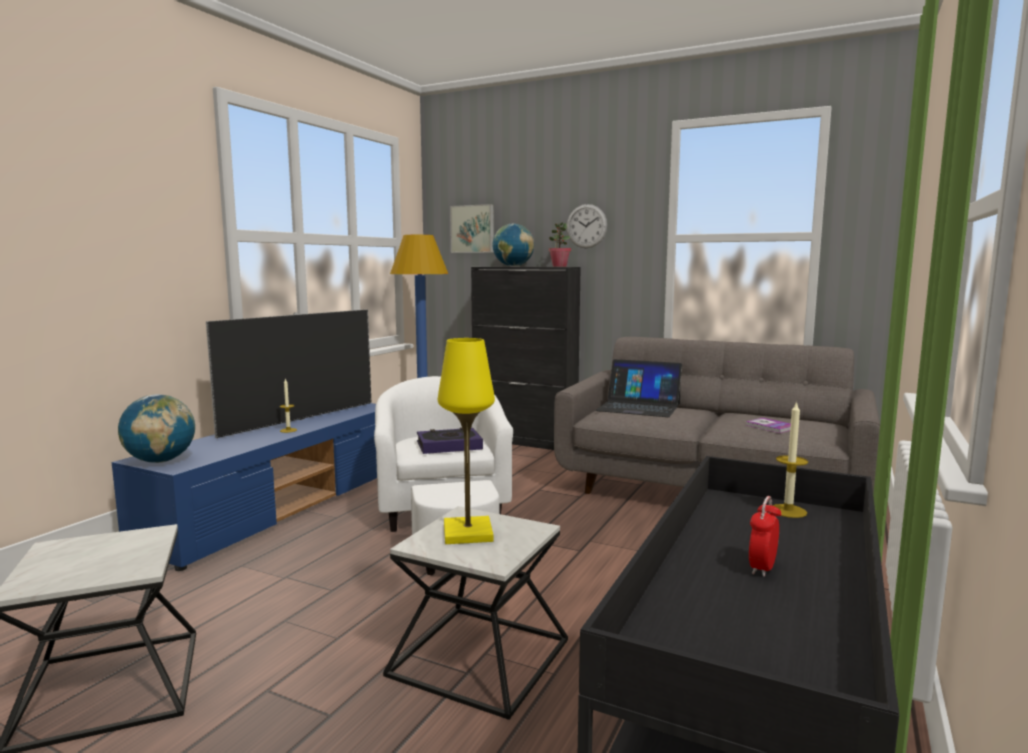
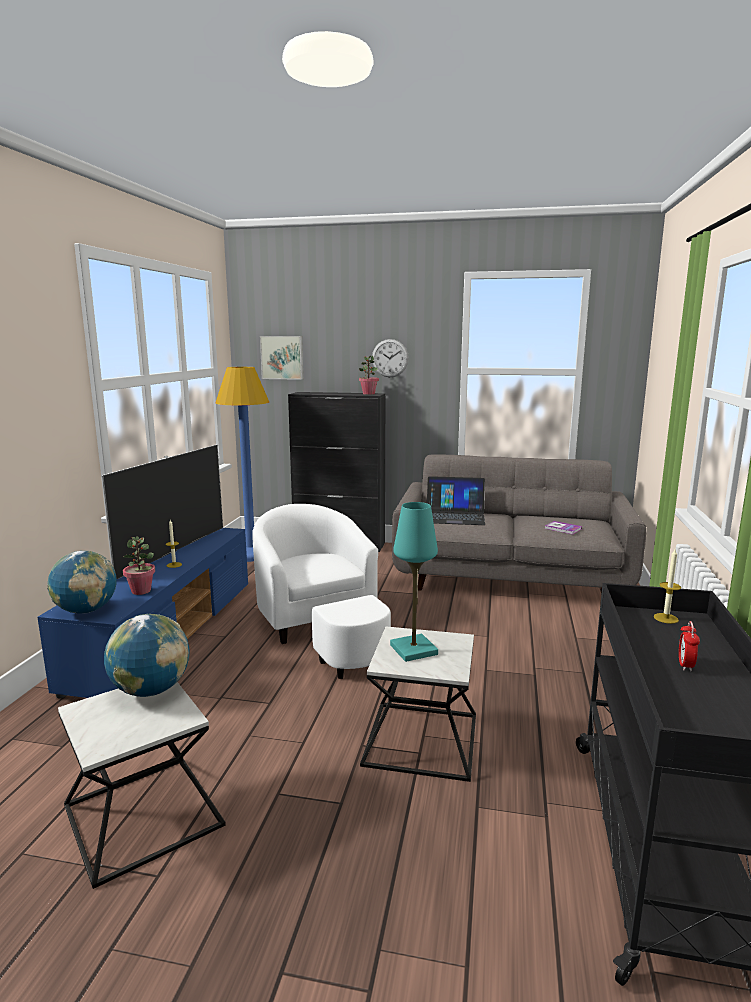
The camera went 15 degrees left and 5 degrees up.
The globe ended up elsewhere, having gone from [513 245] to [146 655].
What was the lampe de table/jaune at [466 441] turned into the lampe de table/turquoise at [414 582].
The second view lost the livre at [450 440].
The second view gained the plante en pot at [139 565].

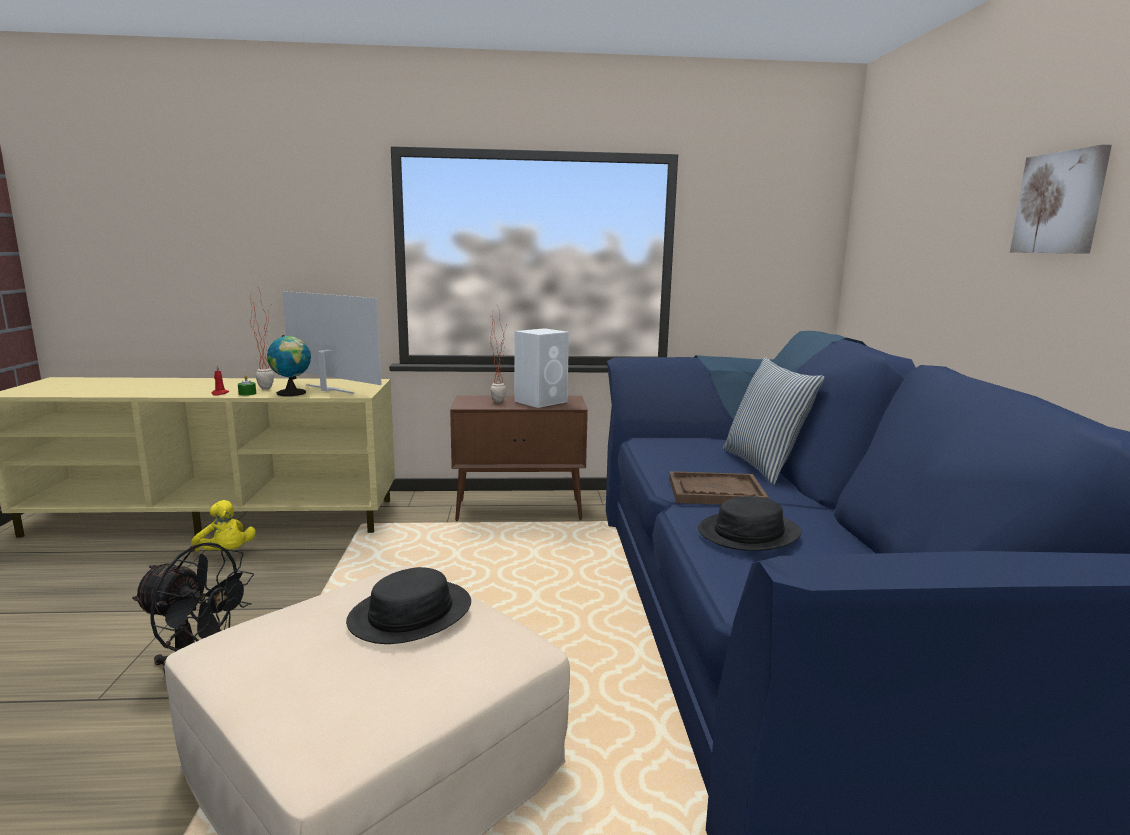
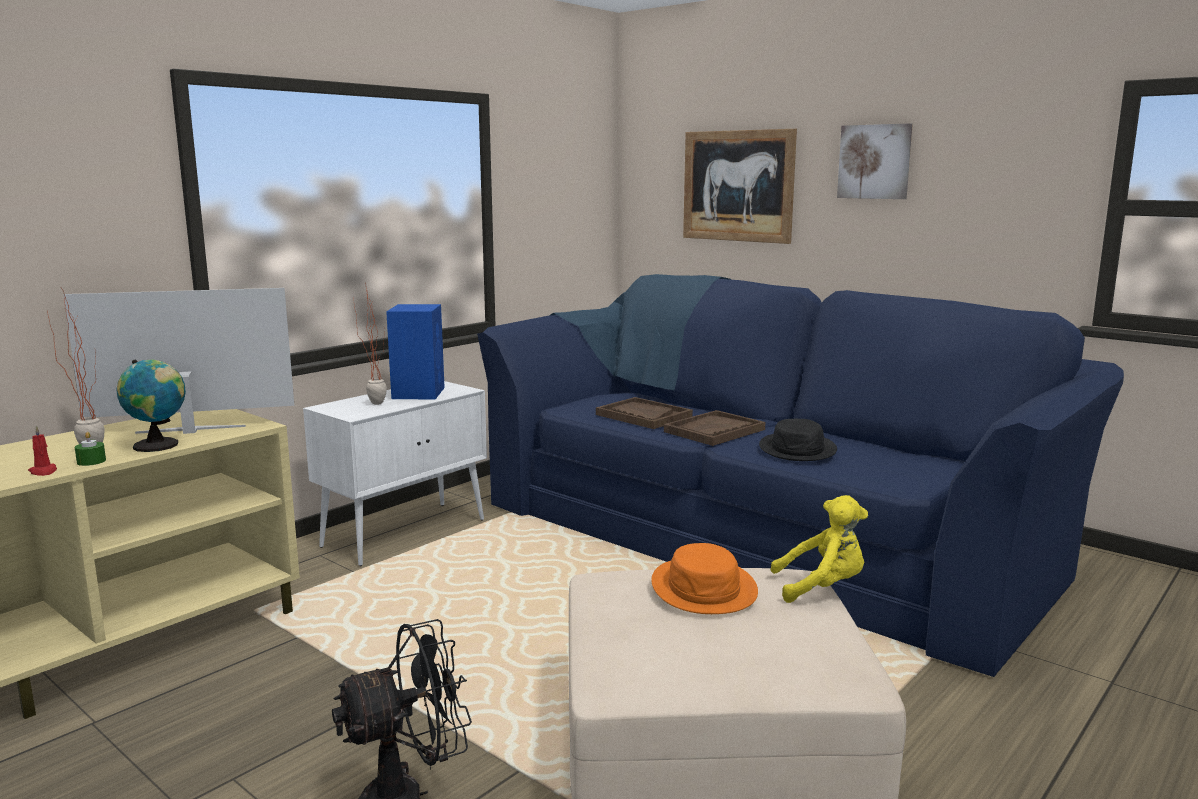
The camera went 45 degrees left and 0 degrees up.
What was the enceinte/blanc at [542 368] turned into the enceinte/bleu at [415 351].
The second view lost the coussin at [773 421].
What was the meuble de rangement/marron at [519 458] turned into the meuble de rangement/blanc at [395 473].
The peluche/jaune ended up elsewhere, having gone from [223 526] to [819 549].
What was the chapeau/noir at [408 605] turned into the chapeau/orange at [704 578].
The second view gained the tableau at [740 186].
The second view gained the plateau/marron at [644 413].

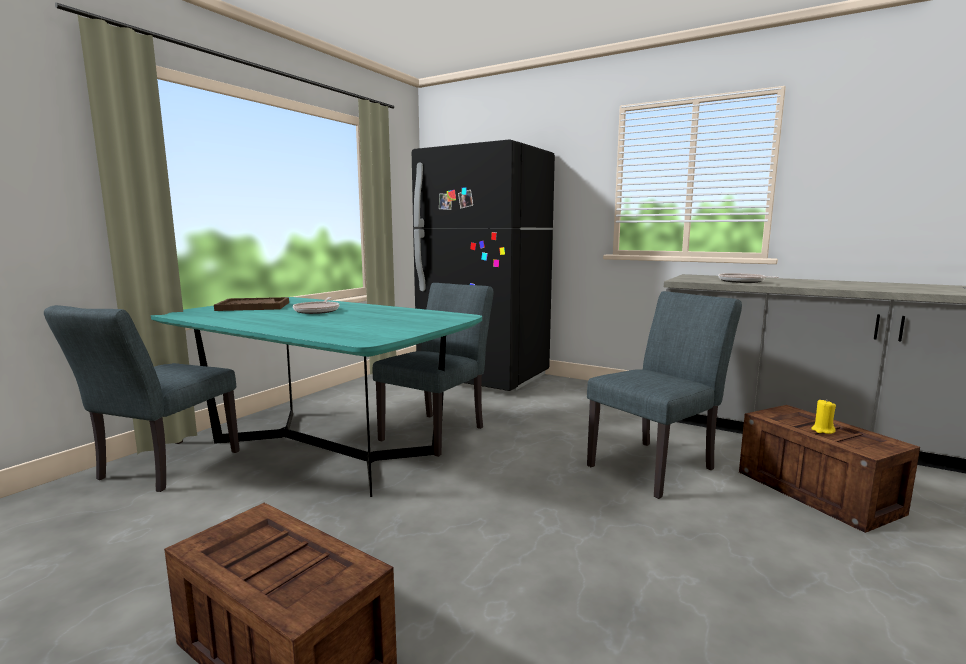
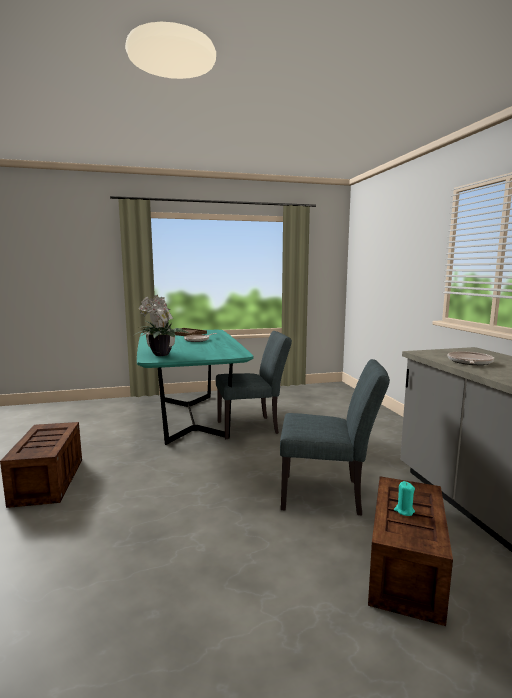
The camera went 45 degrees right and 0 degrees up.
The second view lost the réfrigérateur/noir at [483 265].
The second view lost the chaise/gris at [142 398].
What was the bougie/jaune at [823 417] turned into the bougie/turquoise at [404 498].
The second view gained the plante en pot at [161 325].

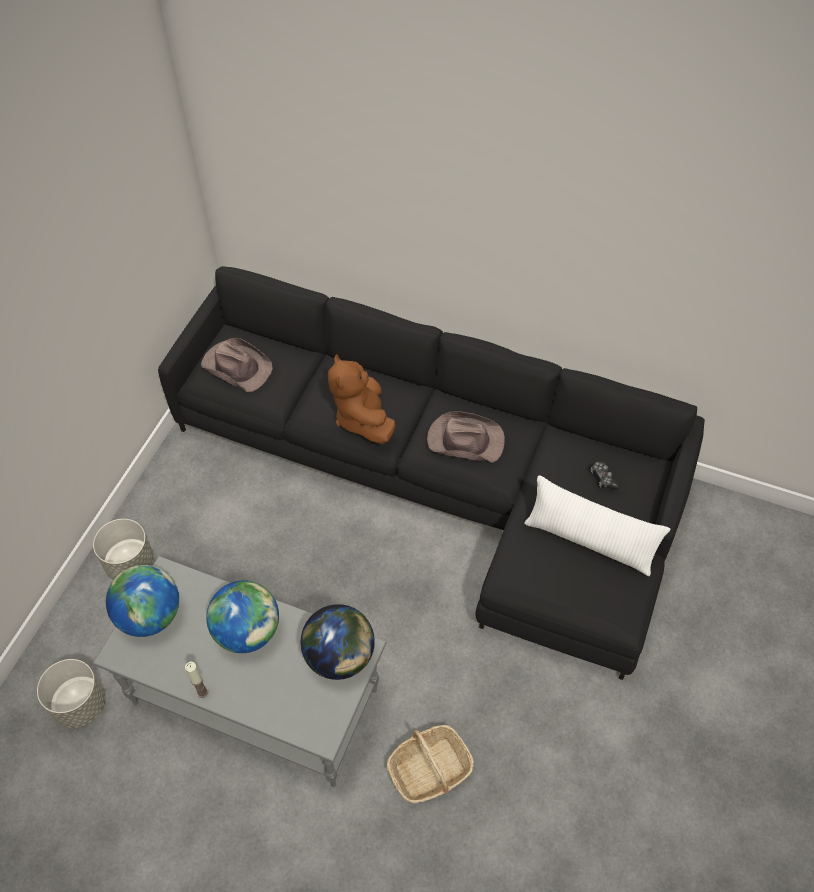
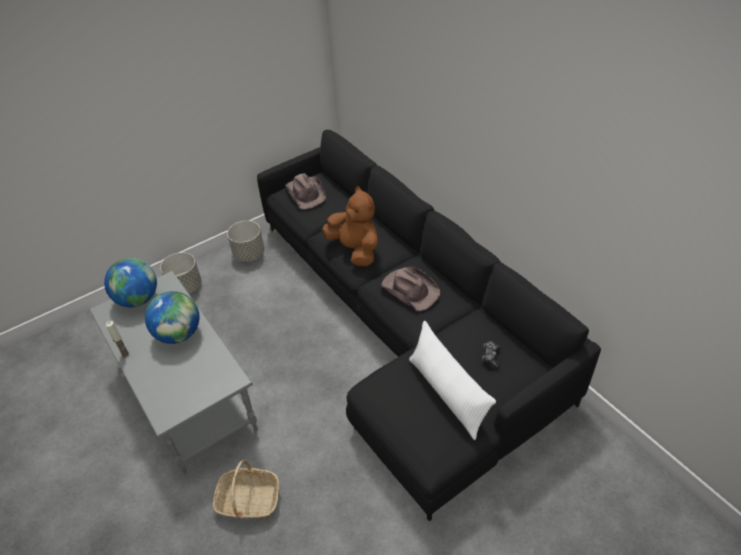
The camera went 35 degrees right and 10 degrees down.
The peluche/marron at [362 399] ended up facing another way, 120 degrees clockwise from before.
The second view lost the globe at [338 642].
The cache-pot/gris ended up elsewhere, having gone from [71 693] to [246 241].

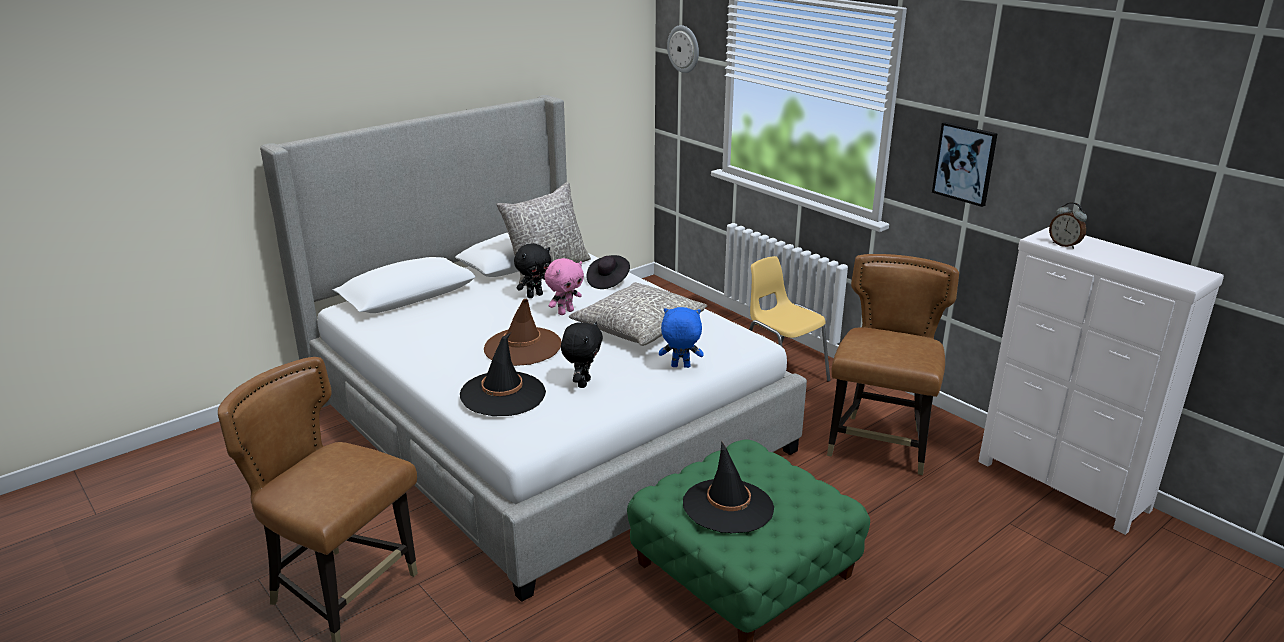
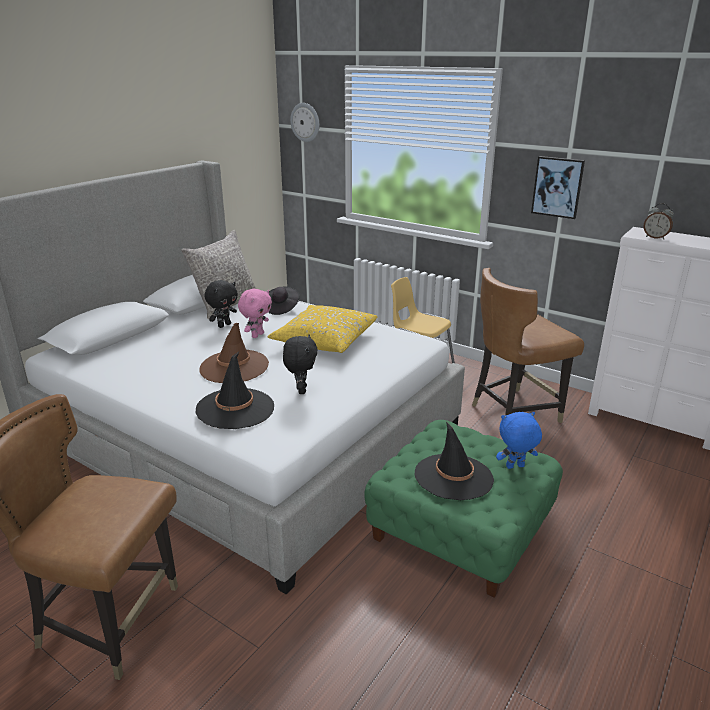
The camera went 15 degrees left and 0 degrees up.
The chaise/marron at [893 364] ended up facing another way, 120 degrees counterclockwise from before.
What was the coussin/gris at [638 314] turned into the coussin/jaune at [323 329].
The peluche/bleu ended up elsewhere, having gone from [681 337] to [519 440].

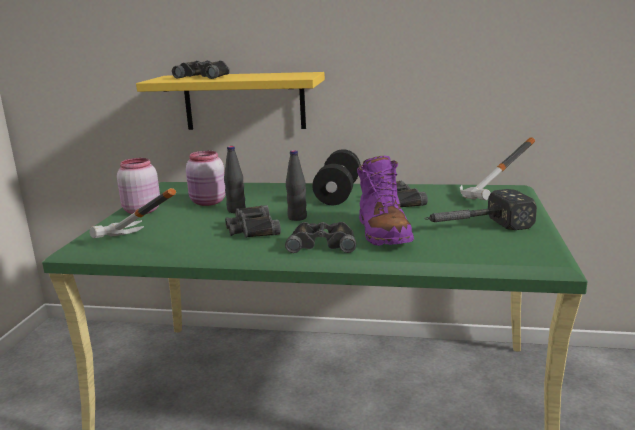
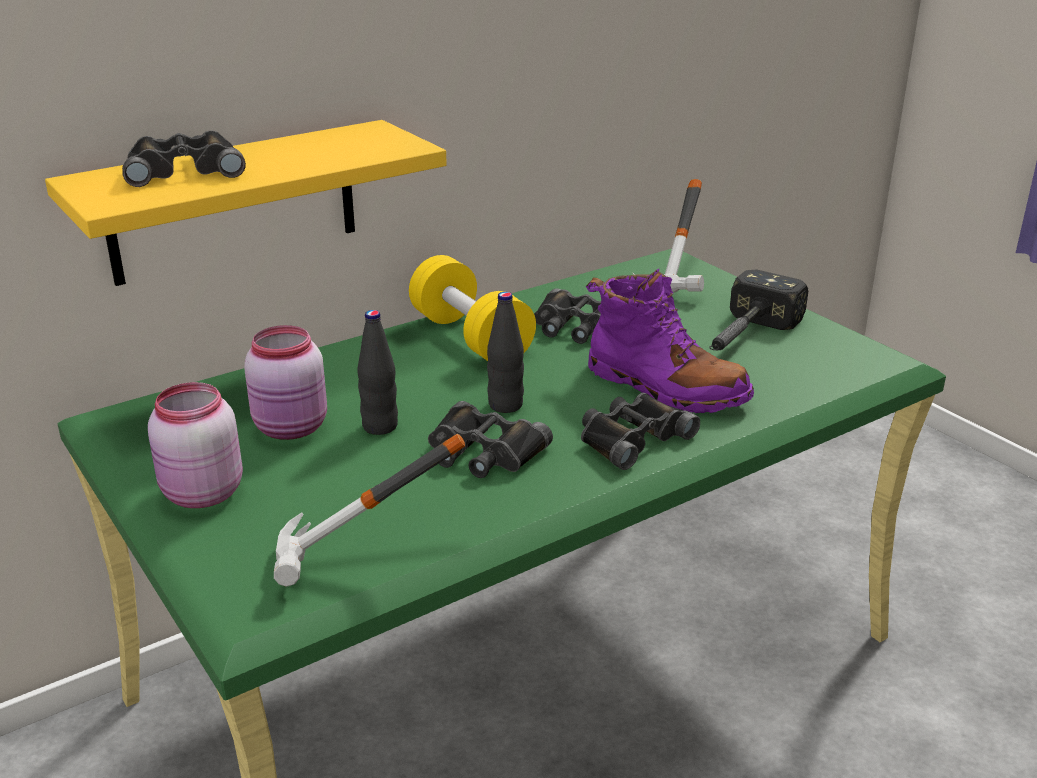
The camera went 45 degrees left and 10 degrees up.
What was the haltère/noir at [336 177] turned into the haltère/jaune at [472 308].

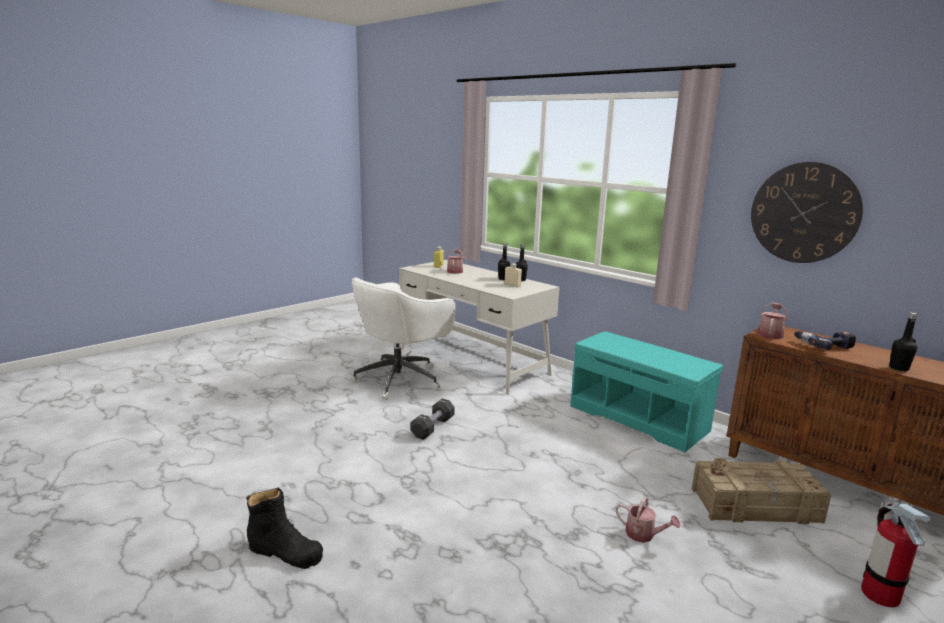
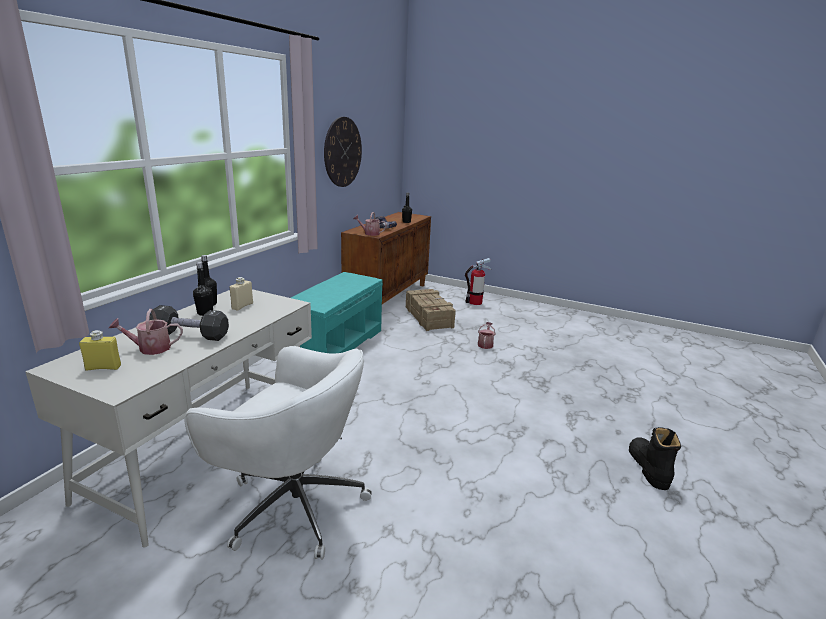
The camera went 110 degrees left and 5 degrees up.
The haltère/noir ended up elsewhere, having gone from [433 419] to [189 323].

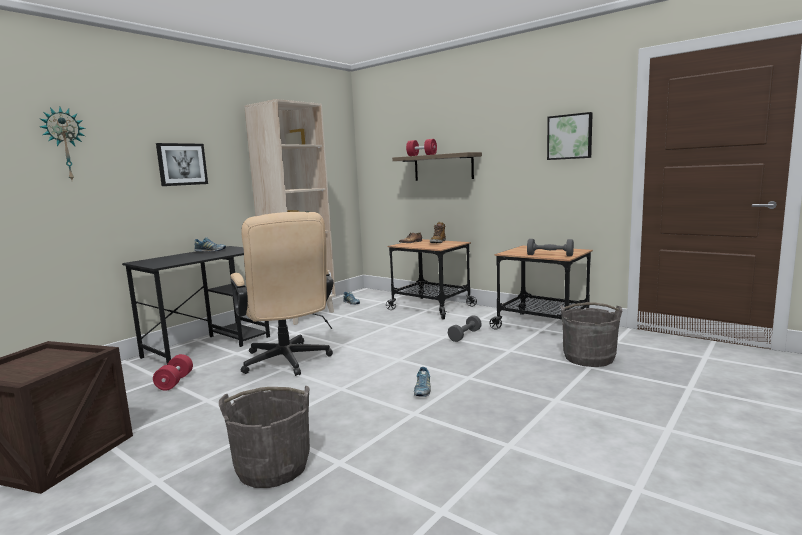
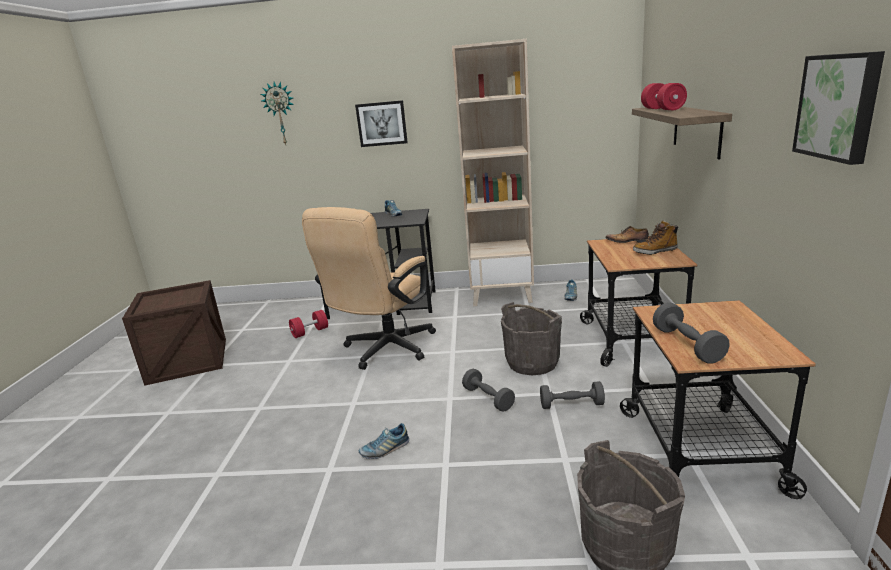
The camera went 55 degrees right and 10 degrees up.
The seau/gris ended up elsewhere, having gone from [264 437] to [531 338].
The second view gained the haltère/gris at [488 390].

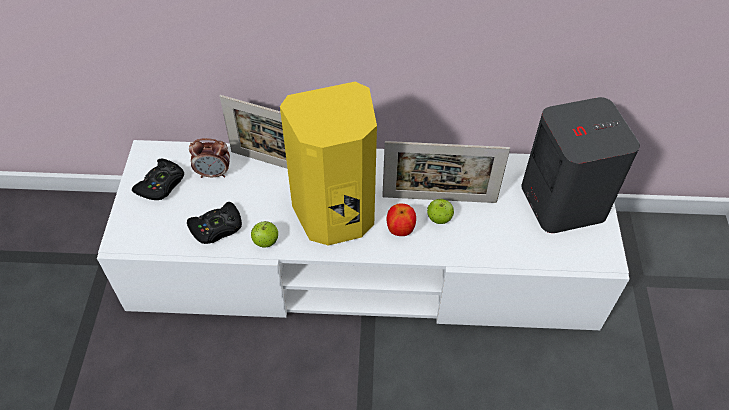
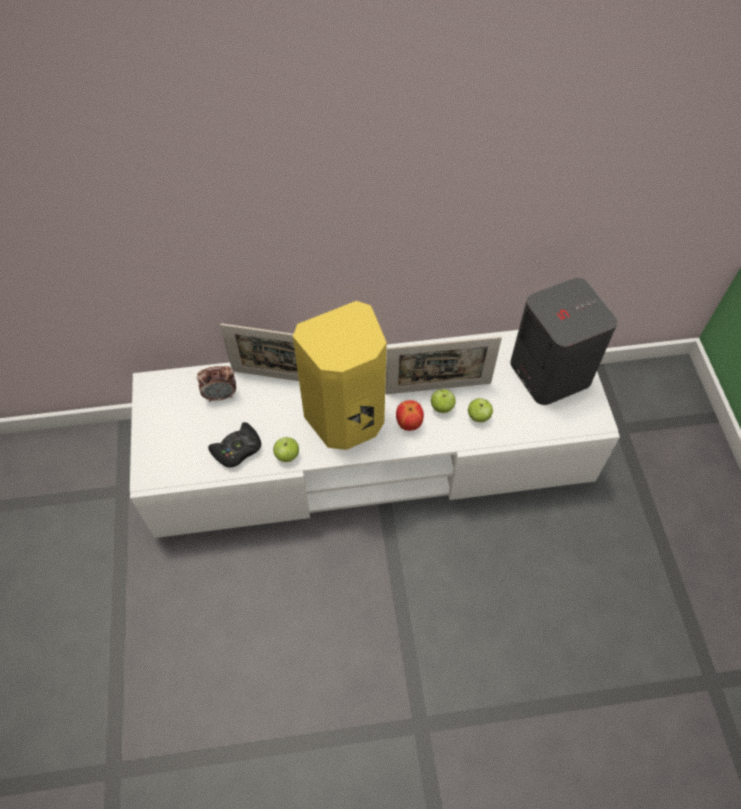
The camera went 10 degrees left and 5 degrees up.
The second view lost the manette/noir at [158 179].
The second view gained the pomme at [480 410].

